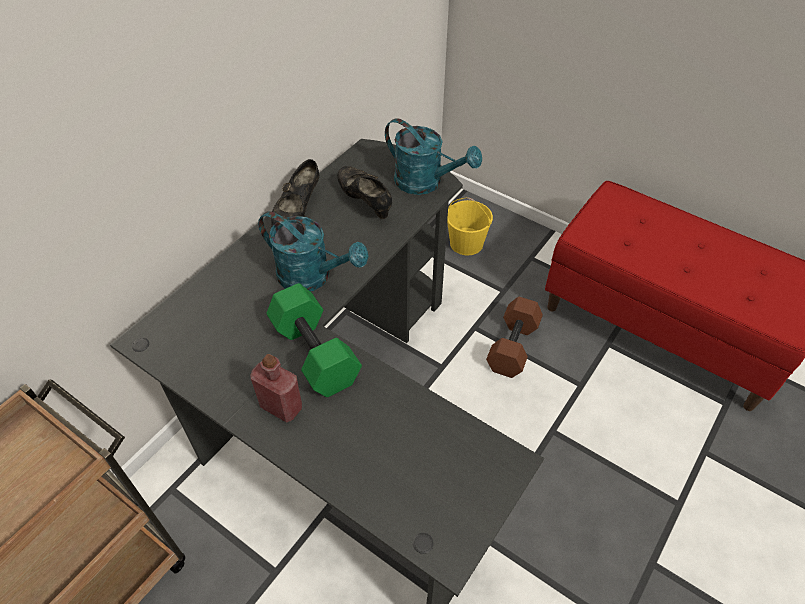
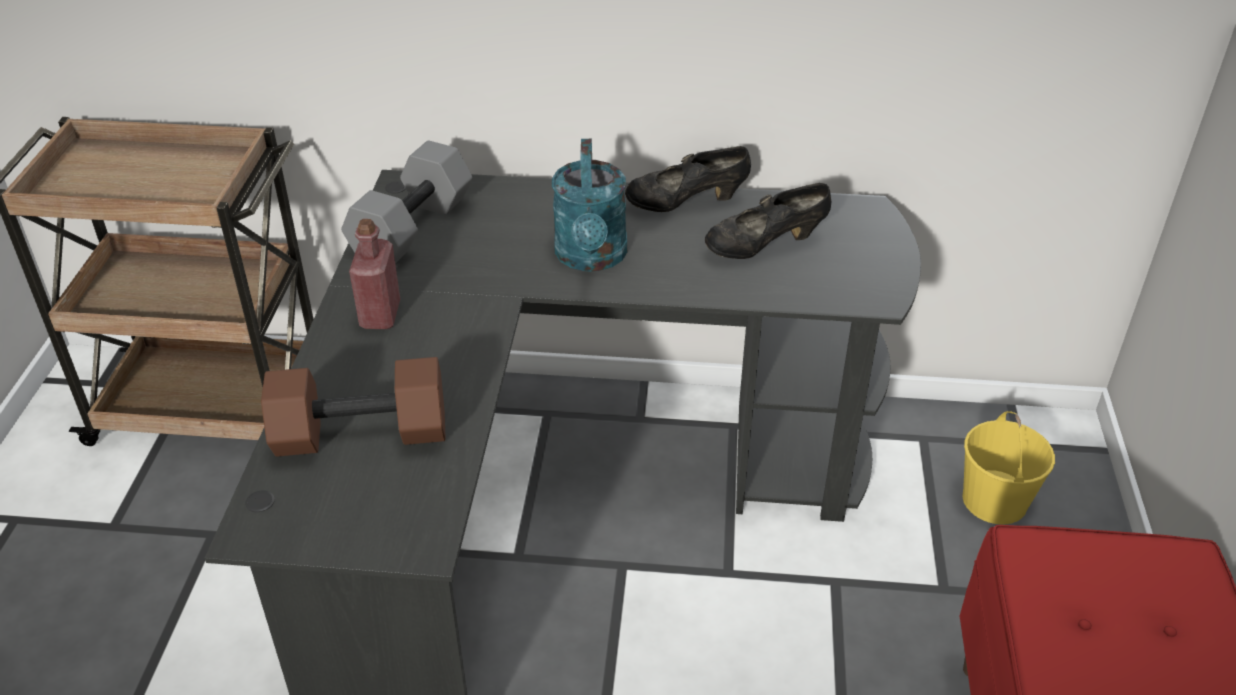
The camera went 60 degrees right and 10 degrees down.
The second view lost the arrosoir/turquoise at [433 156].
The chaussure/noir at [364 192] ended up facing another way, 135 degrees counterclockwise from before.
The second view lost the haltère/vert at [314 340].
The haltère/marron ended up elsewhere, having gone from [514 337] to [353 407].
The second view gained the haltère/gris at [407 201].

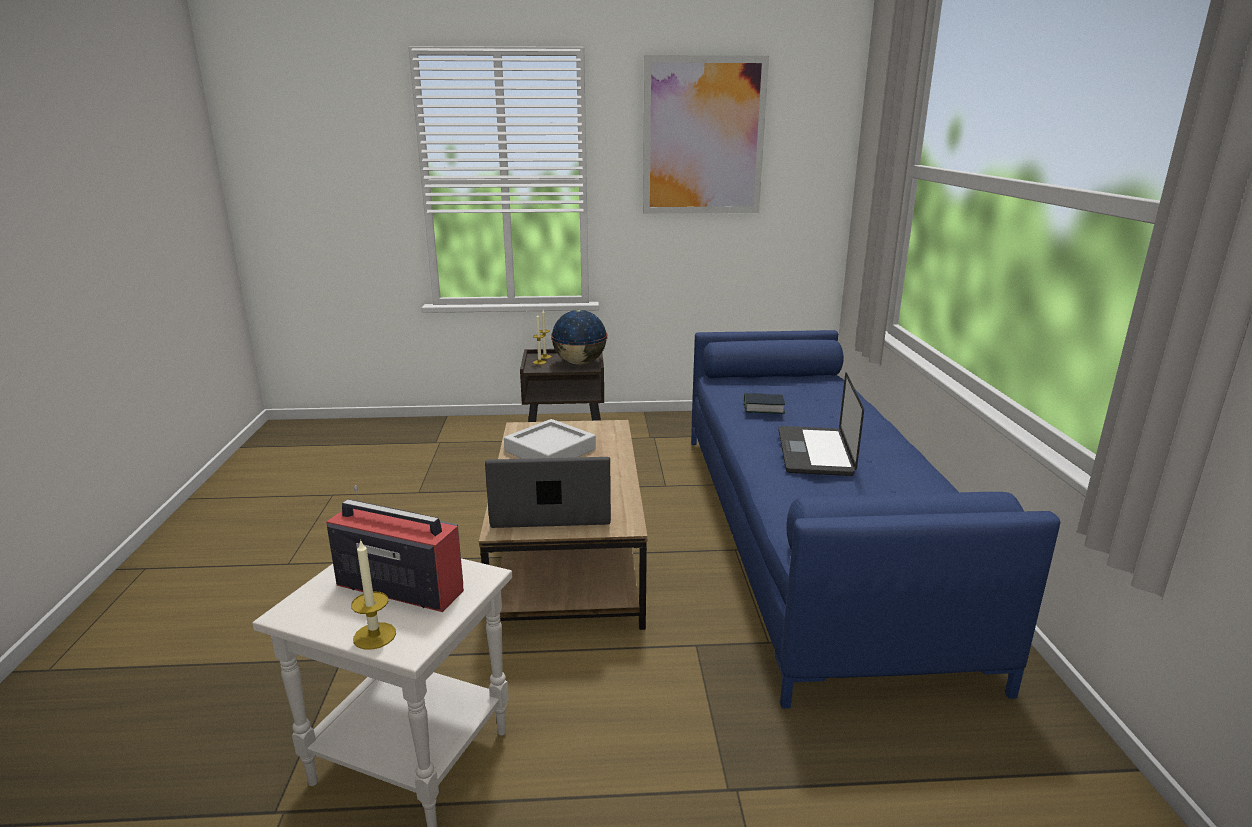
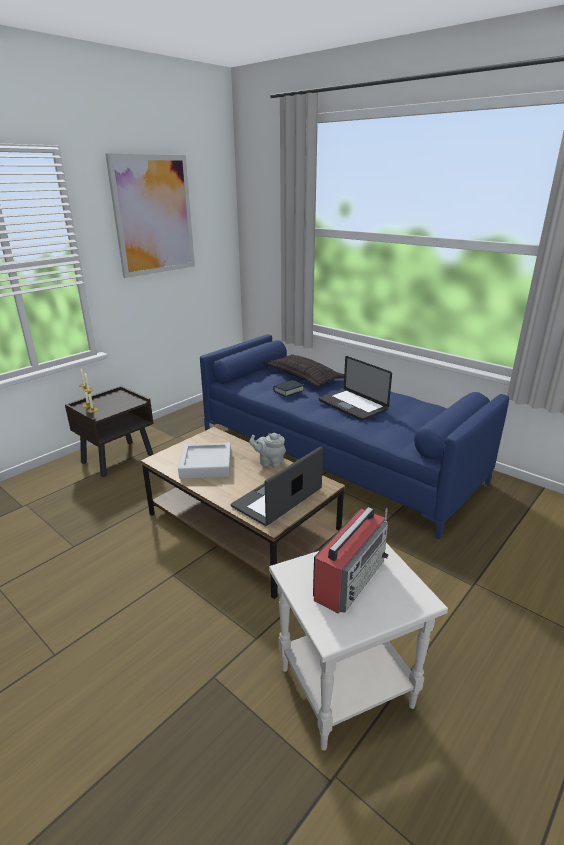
The camera went 45 degrees left and 5 degrees up.
The second view lost the globe at [579 337].
The radio at [395 548] ended up facing another way, 150 degrees clockwise from before.
The second view lost the bougie at [373 594].
The second view gained the coussin at [303 370].
The second view gained the théière/gris at [267 450].

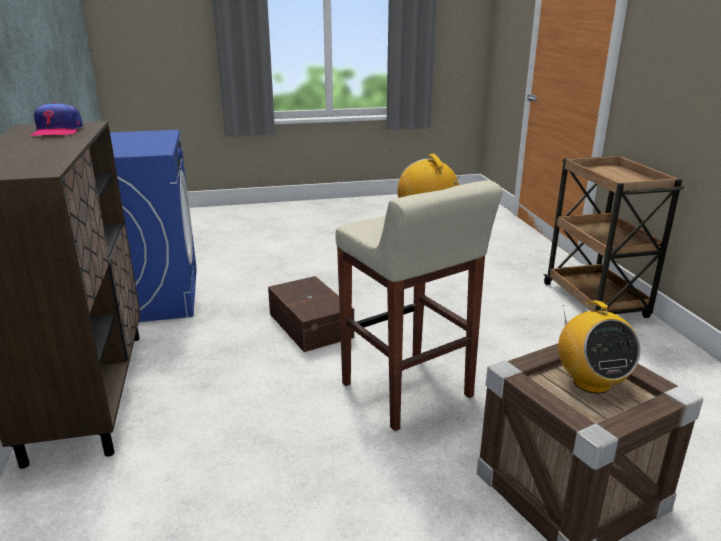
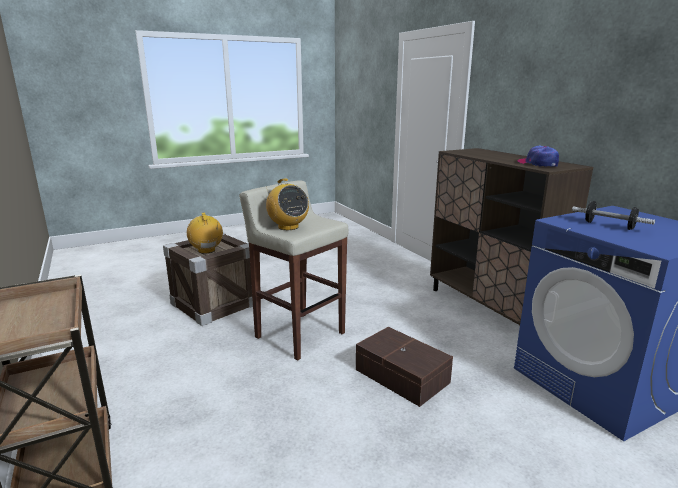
The camera went 165 degrees right and 5 degrees down.
The second view gained the haltère at [613 215].

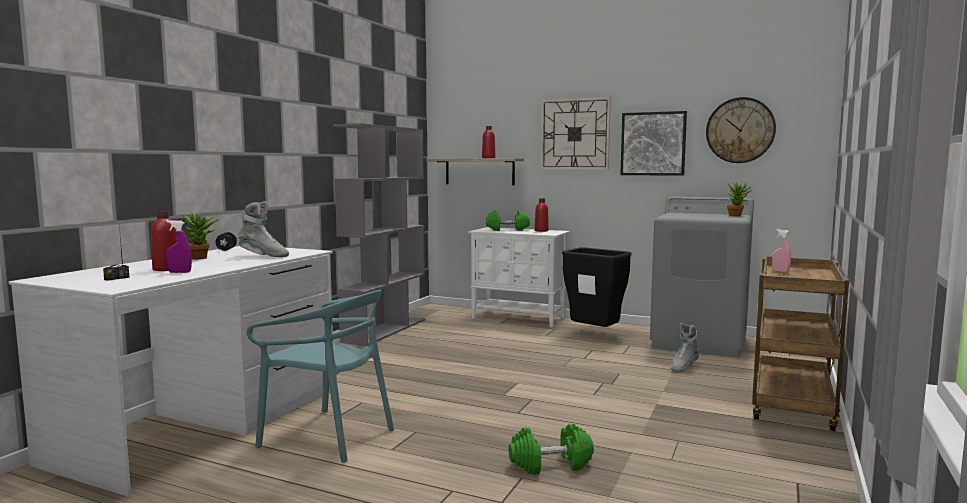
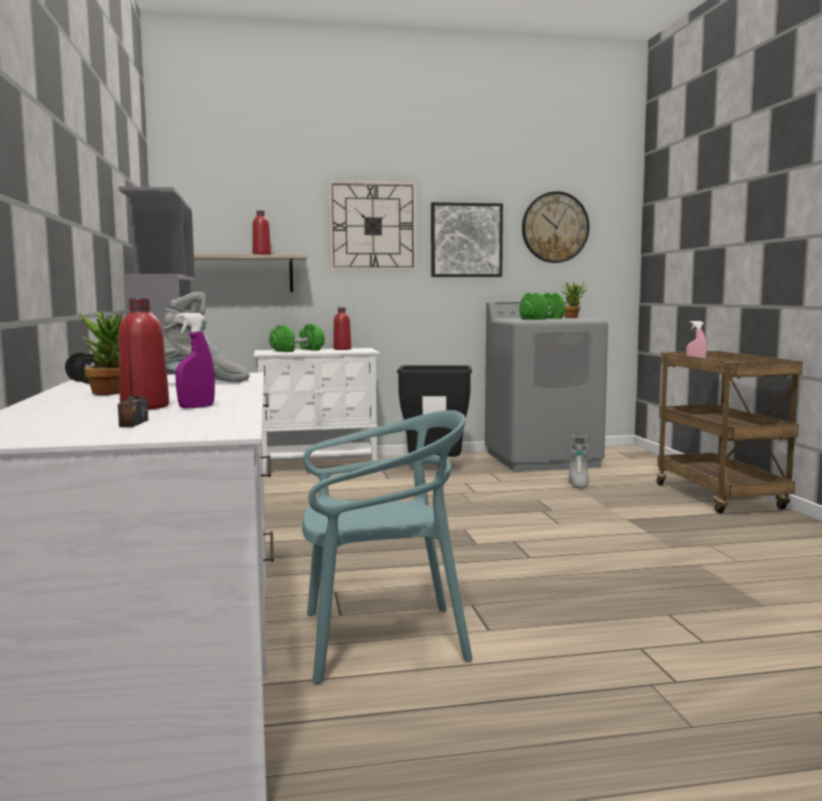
The camera went 35 degrees left and 0 degrees up.
The haltère/vert ended up elsewhere, having gone from [551 449] to [542 306].

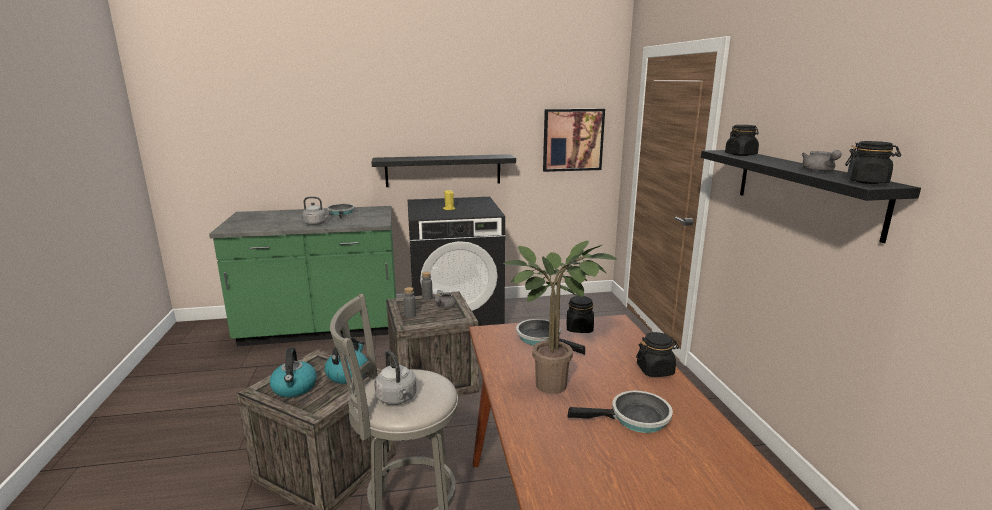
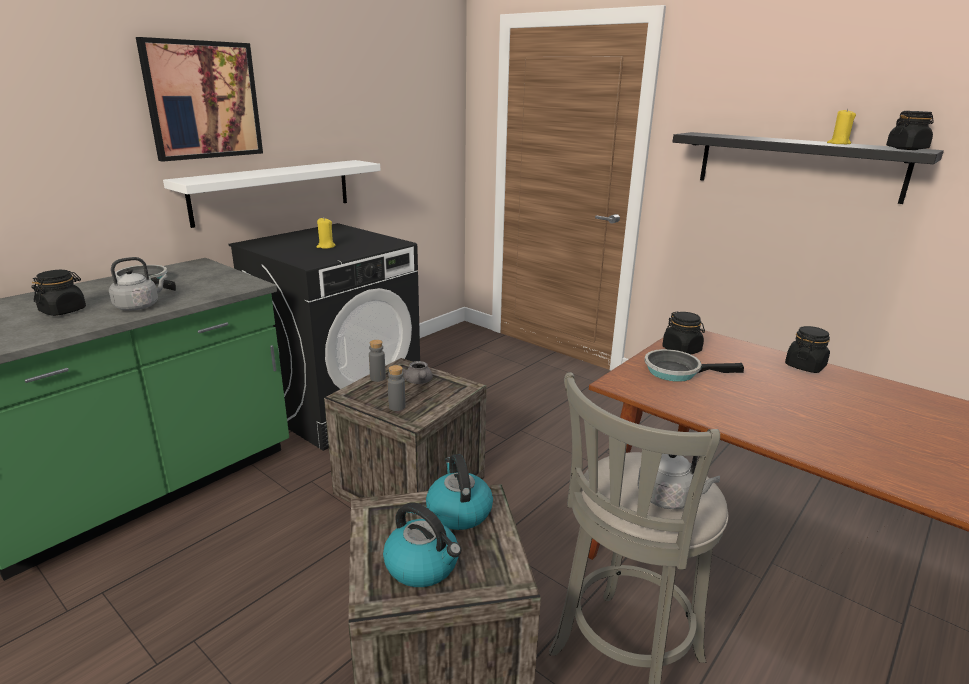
The camera went 40 degrees left and 5 degrees up.
The tableau ended up elsewhere, having gone from [574 140] to [199 99].
The bocal/noir ended up elsewhere, having gone from [742 140] to [58 293].
Where the théière/gris stood at [822 160], the bougie/jaune came to stand at [841 126].
What was the étagère/noir at [443 170] turned into the étagère/blanc at [271 194].
The second view lost the plante en pot at [560 317].
The second view lost the poêle at [620 412].

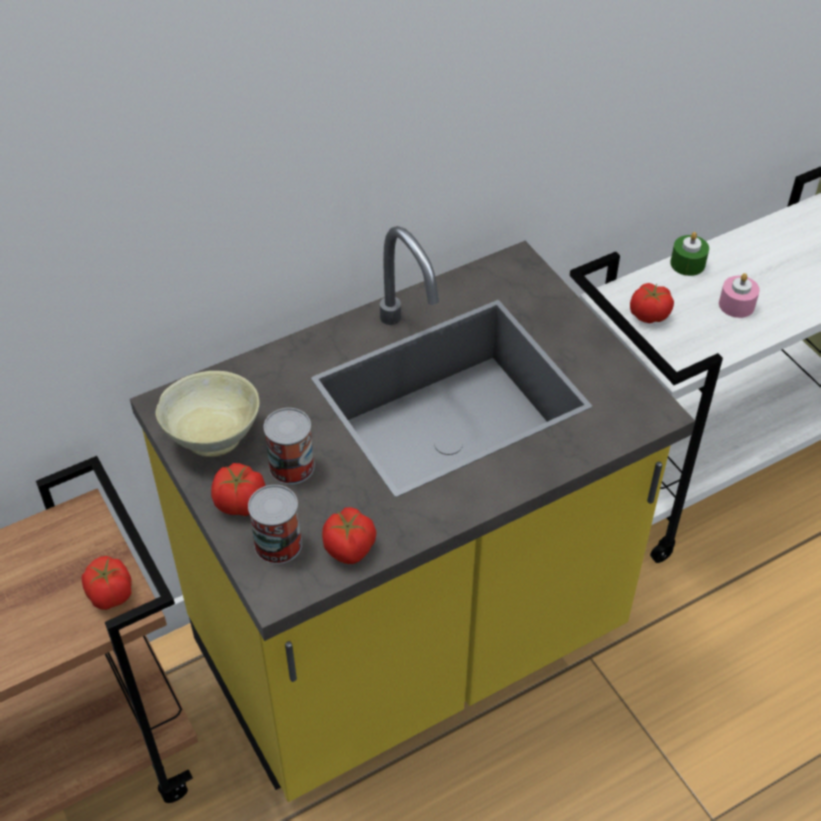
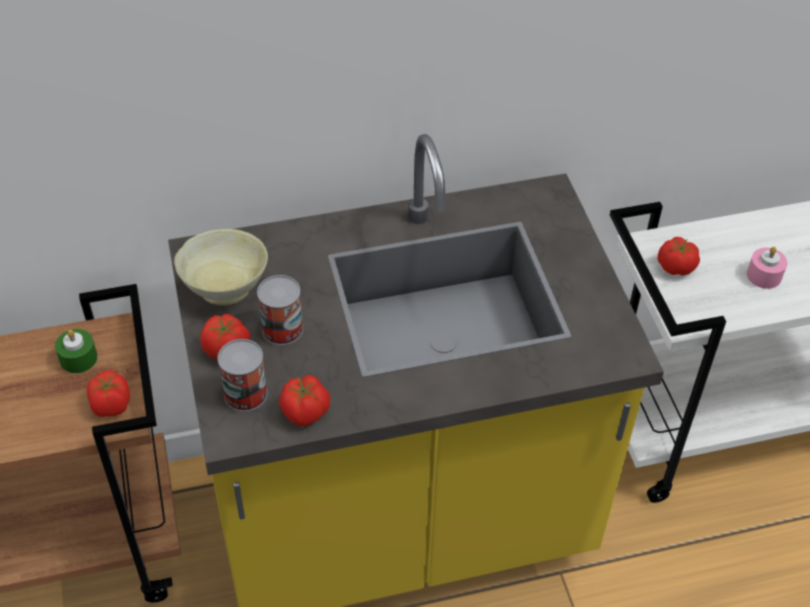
The camera went 15 degrees right and 0 degrees up.
The bougie/vert ended up elsewhere, having gone from [689 254] to [76 351].

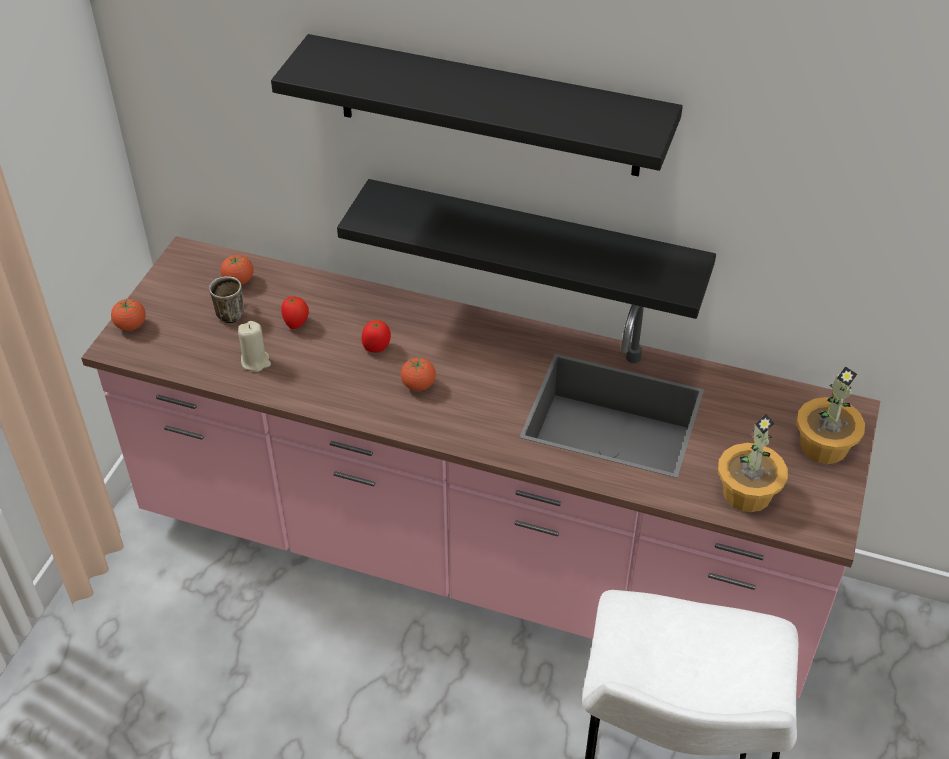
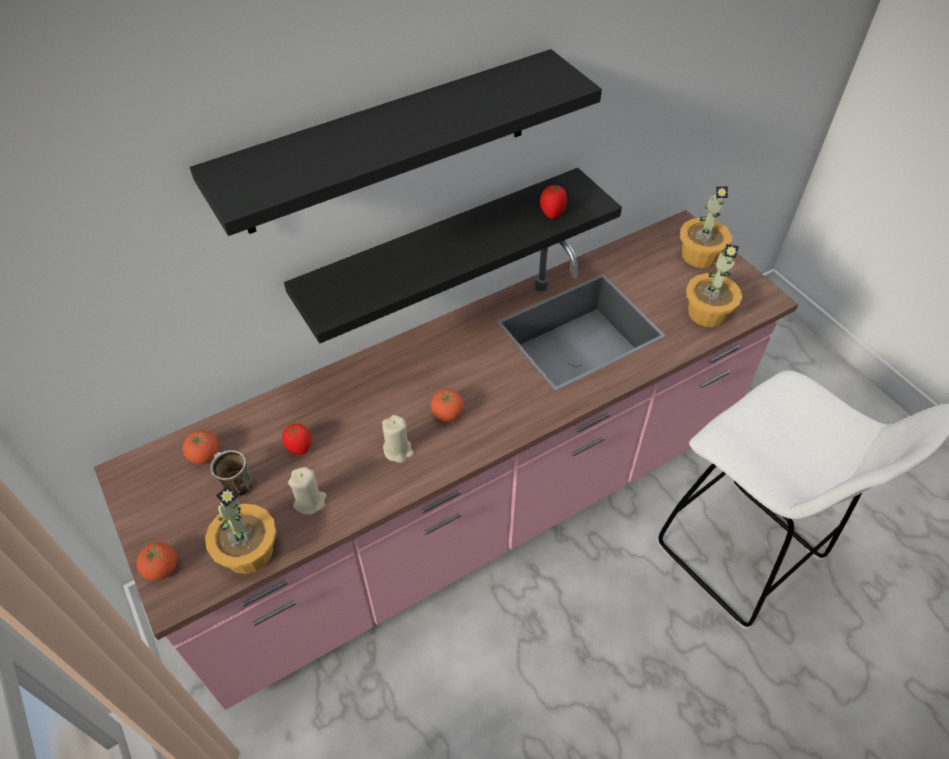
The camera went 50 degrees left and 5 degrees up.
The tomate ended up elsewhere, having gone from [376 336] to [553 202].
The second view gained the bougie/beige at [398 439].
The second view gained the plante en pot at [240 529].

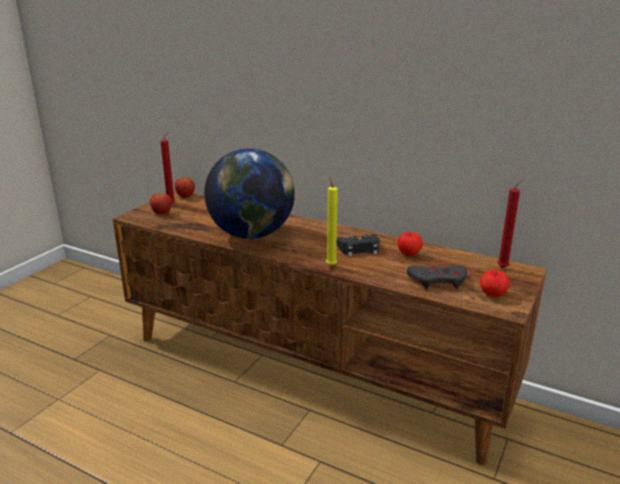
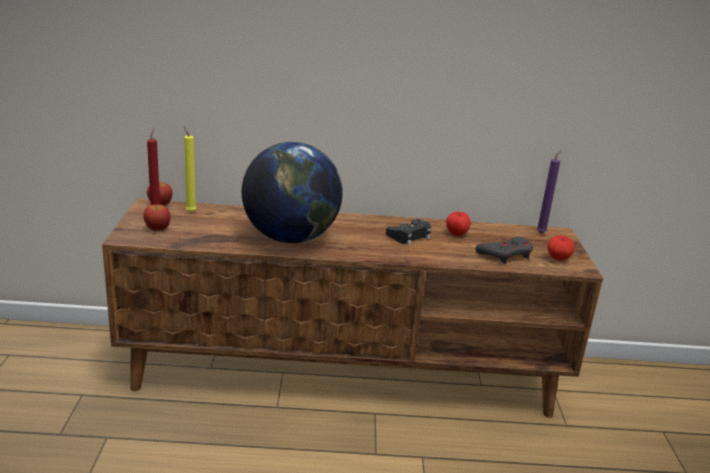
The camera went 30 degrees left and 0 degrees up.
The bougie/jaune ended up elsewhere, having gone from [332 221] to [190 169].
What was the bougie/rouge at [511 223] turned into the bougie/violet at [549 192].

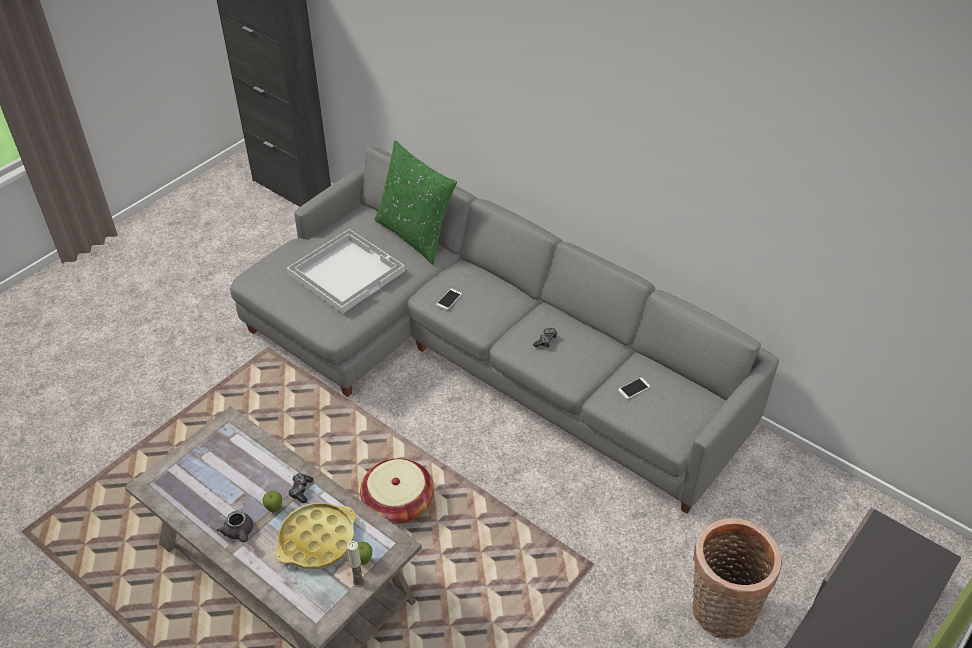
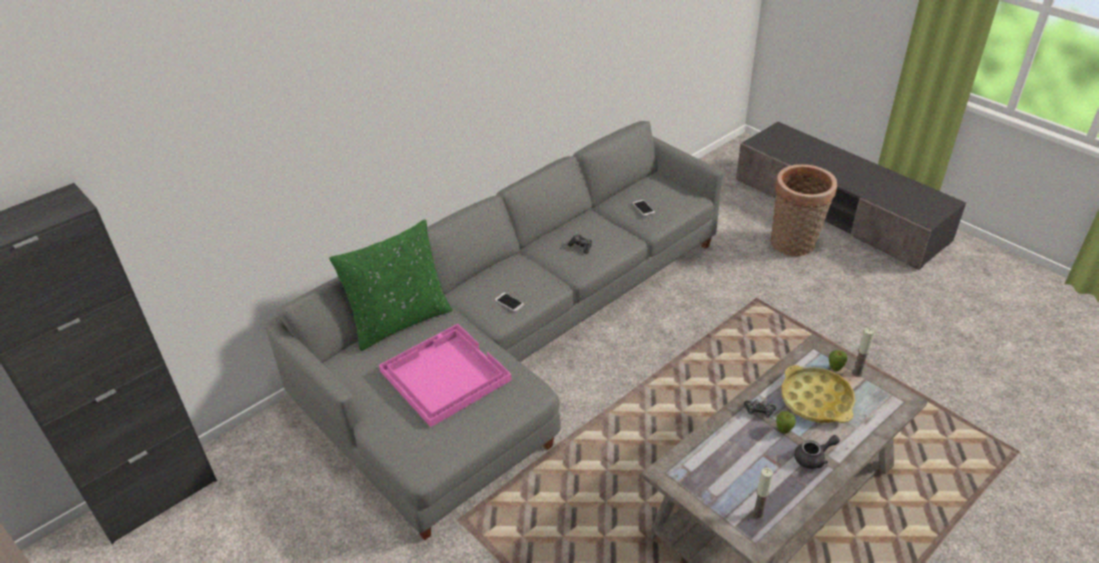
The camera went 80 degrees left and 5 degrees down.
What was the plateau/blanc at [346 271] turned into the plateau/rose at [445 375].
The second view lost the panier at [397 491].
The second view gained the bougie at [762 494].

